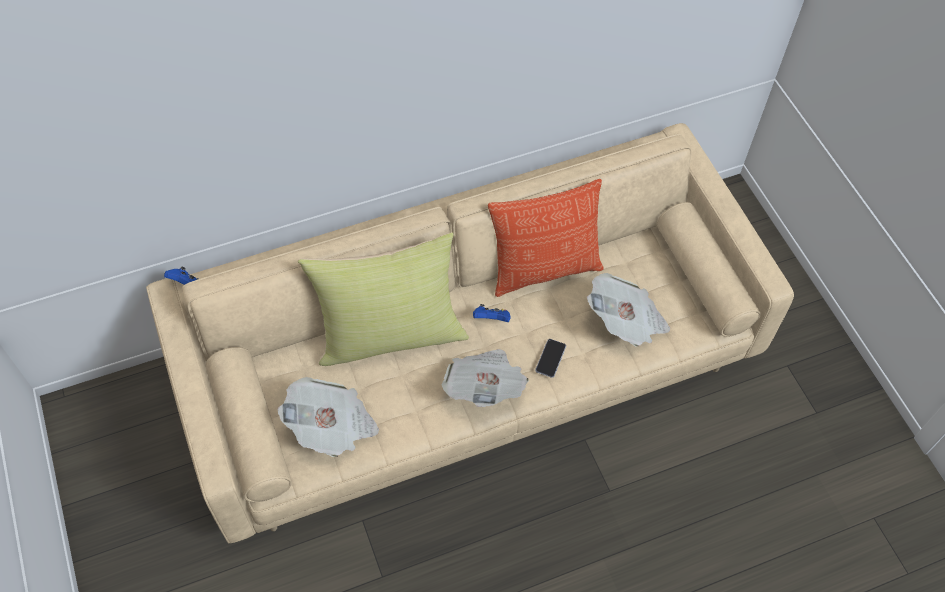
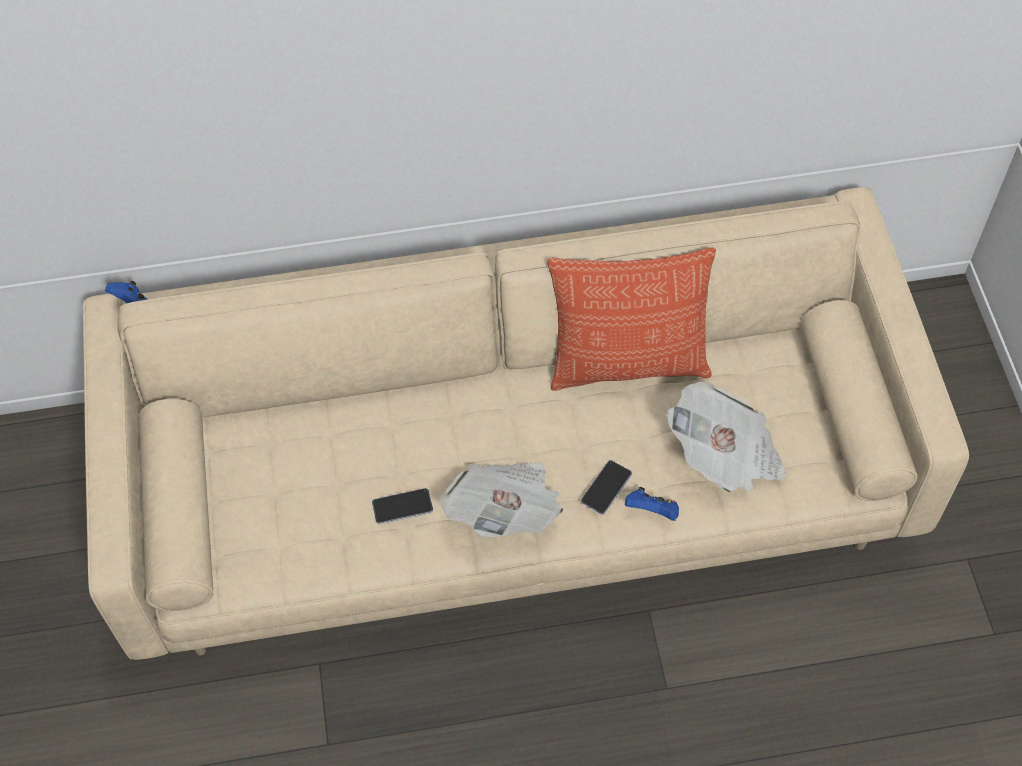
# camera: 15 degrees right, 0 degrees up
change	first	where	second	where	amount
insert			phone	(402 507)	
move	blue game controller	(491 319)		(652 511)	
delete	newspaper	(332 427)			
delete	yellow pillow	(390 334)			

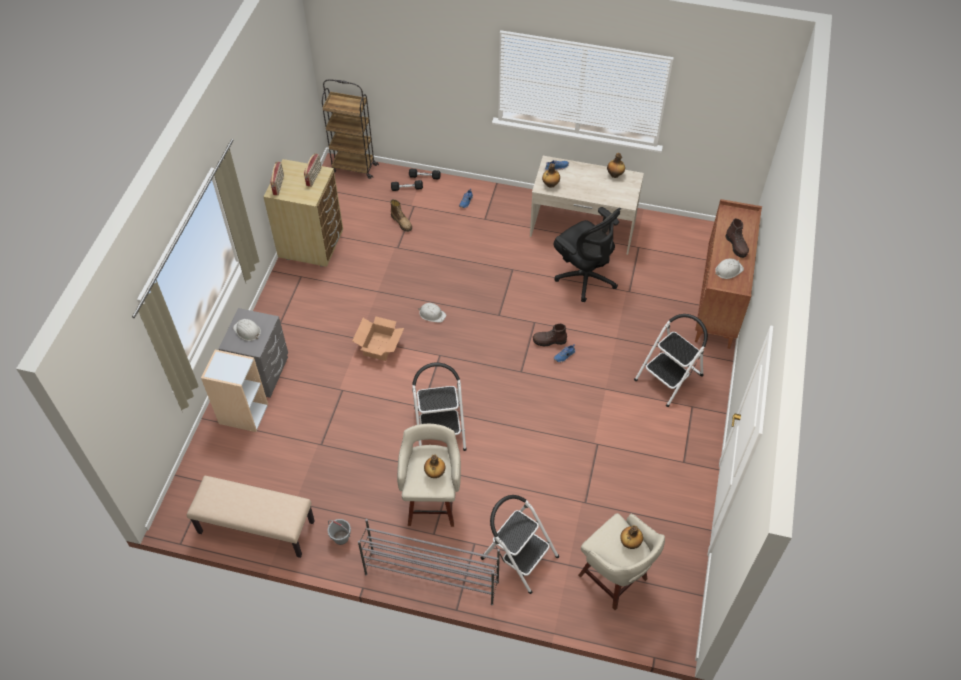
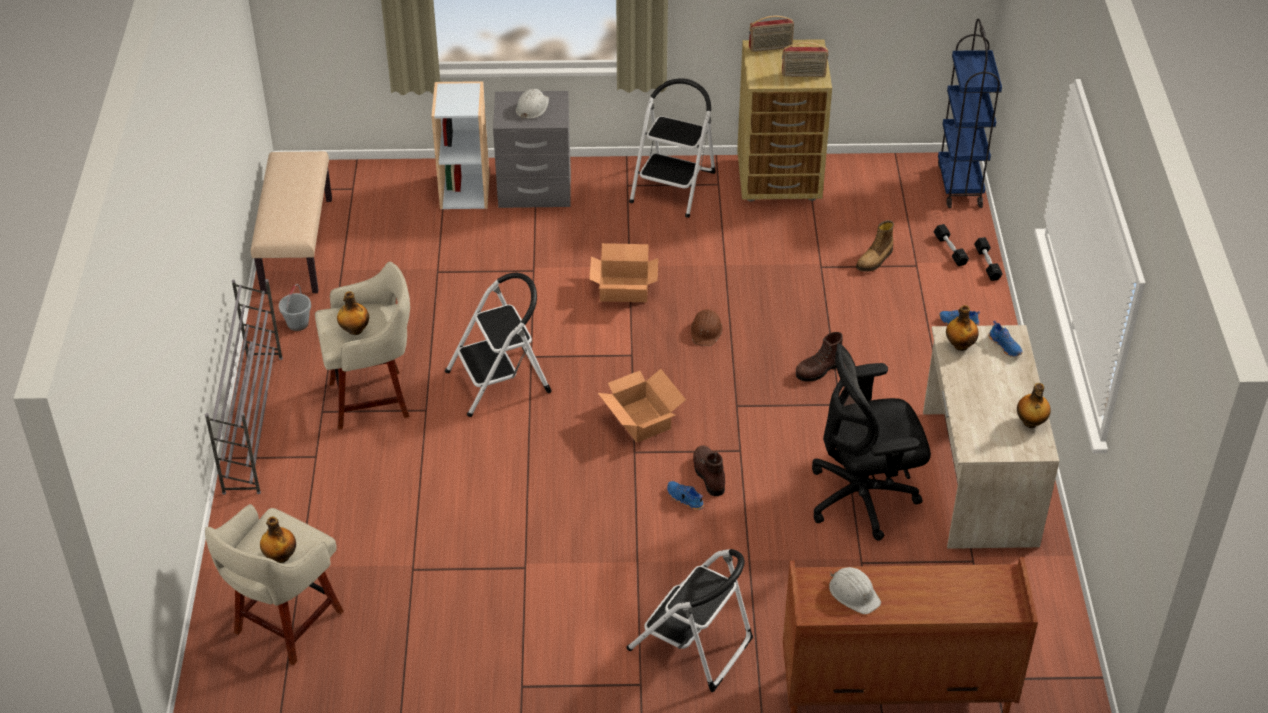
# camera: 75 degrees right, 10 degrees down
change	first	where	second	where	amount
insert			cardboard box	(641 420)	
move	step ladder	(517 556)		(674 186)	
recolor	white hard hat	(432 314)	brown hard hat	(706 331)	
move	brown boot	(736 246)		(819 370)	
rotate	black office chair	(582 276)		(867 494)	45 degrees clockwise
recolor	brown cart	(354 168)	blue cart	(960 186)	

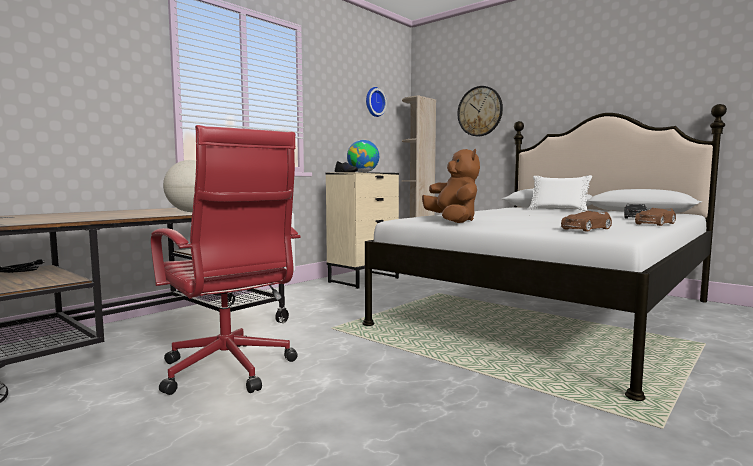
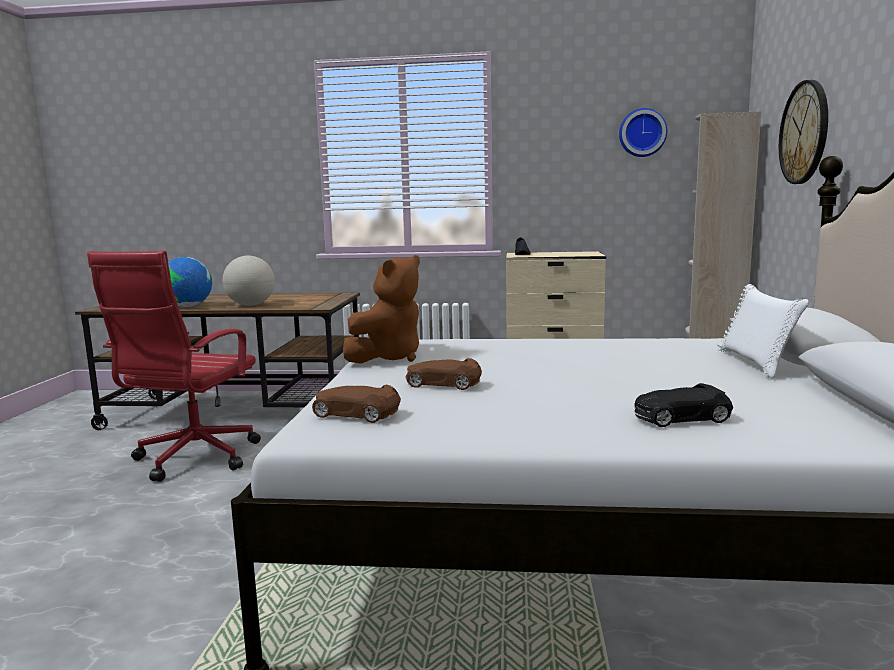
# camera: 55 degrees right, 5 degrees up
change	first	where	second	where	amount
move	globe	(363 172)		(188 306)	
move	brown toy car	(655 224)		(443 384)	

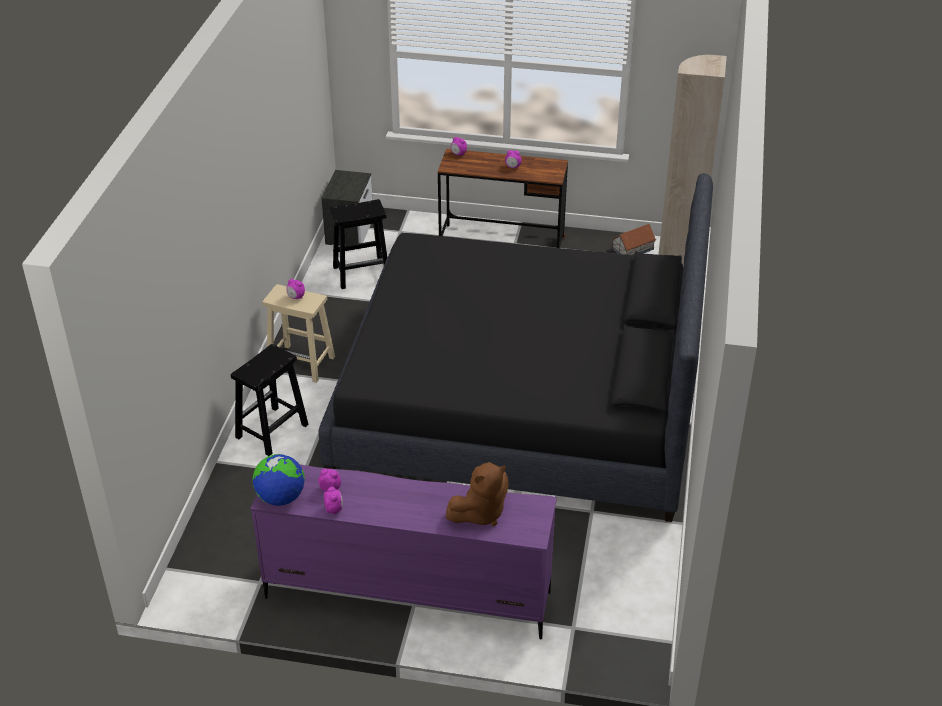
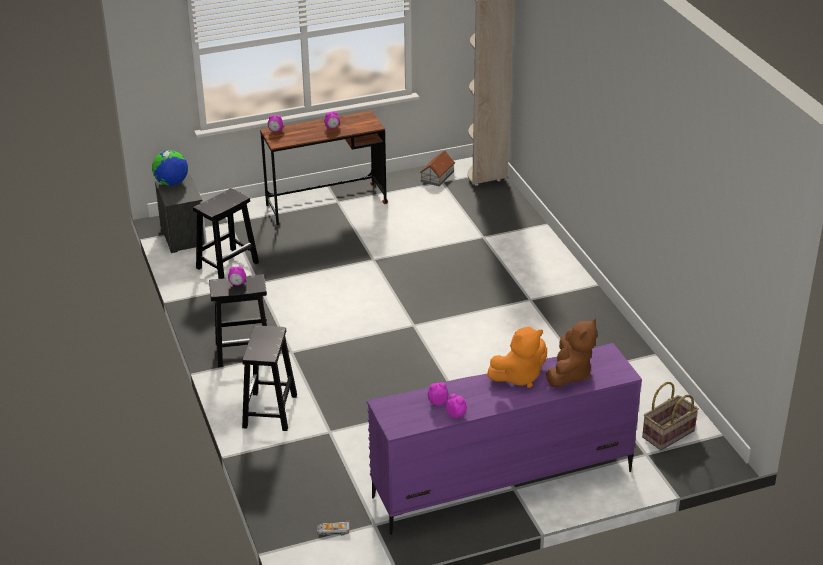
# camera: 30 degrees left, 5 degrees down
change	first	where	second	where	amount
move	globe	(281 498)		(171 183)	
recolor	beige stool	(302 363)	black stool	(244 351)	
insert			toy car	(333 530)	
insert			orange plush toy	(519 376)	
insert			basket	(668 434)	
delete	black bed	(520 401)			

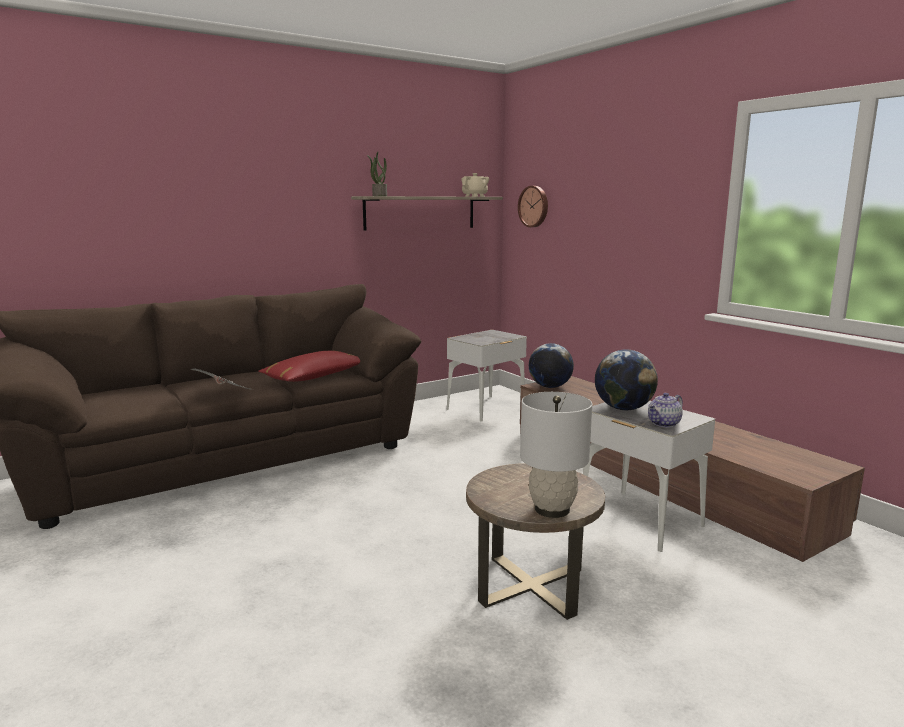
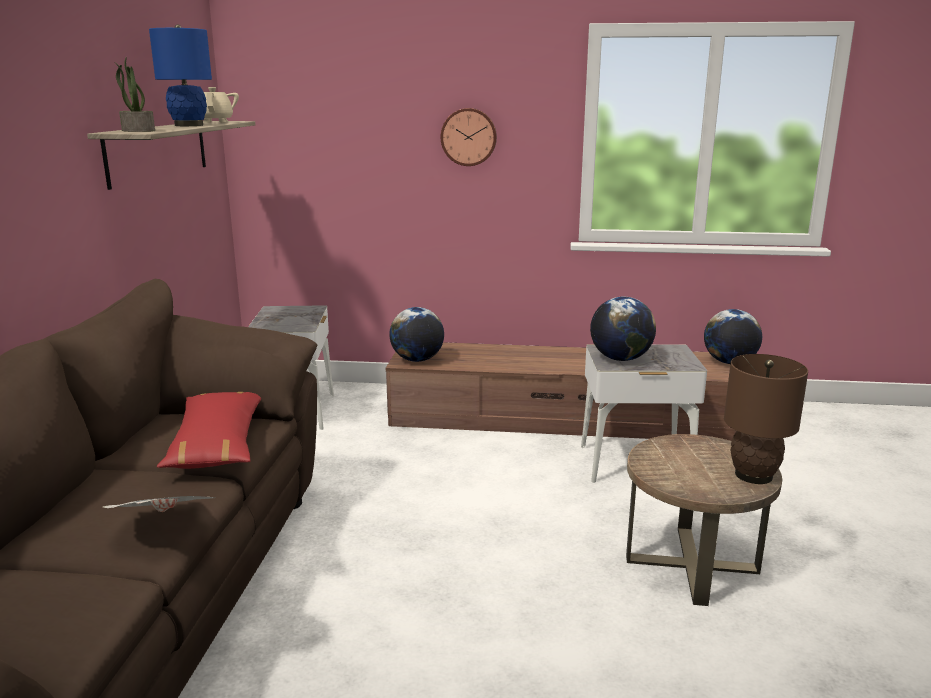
# camera: 50 degrees left, 5 degrees up
change	first	where	second	where	amount
insert			blue table lamp	(188 125)	
move	wall clock	(534 206)		(469 137)	
insert			globe	(729 362)	
recolor	white table lamp	(552 509)	brown table lamp	(753 475)	
delete	teapot	(664 424)			

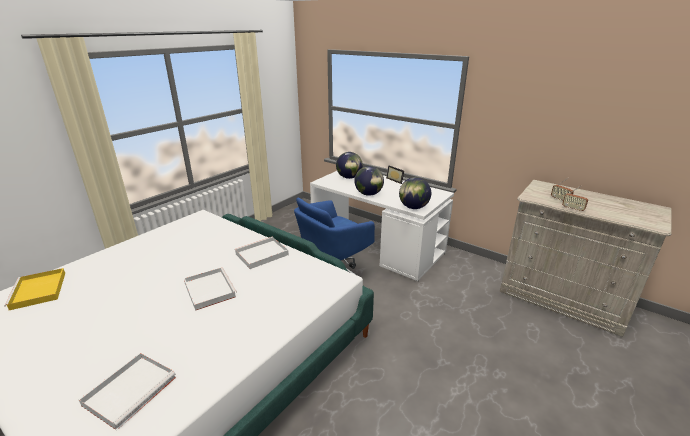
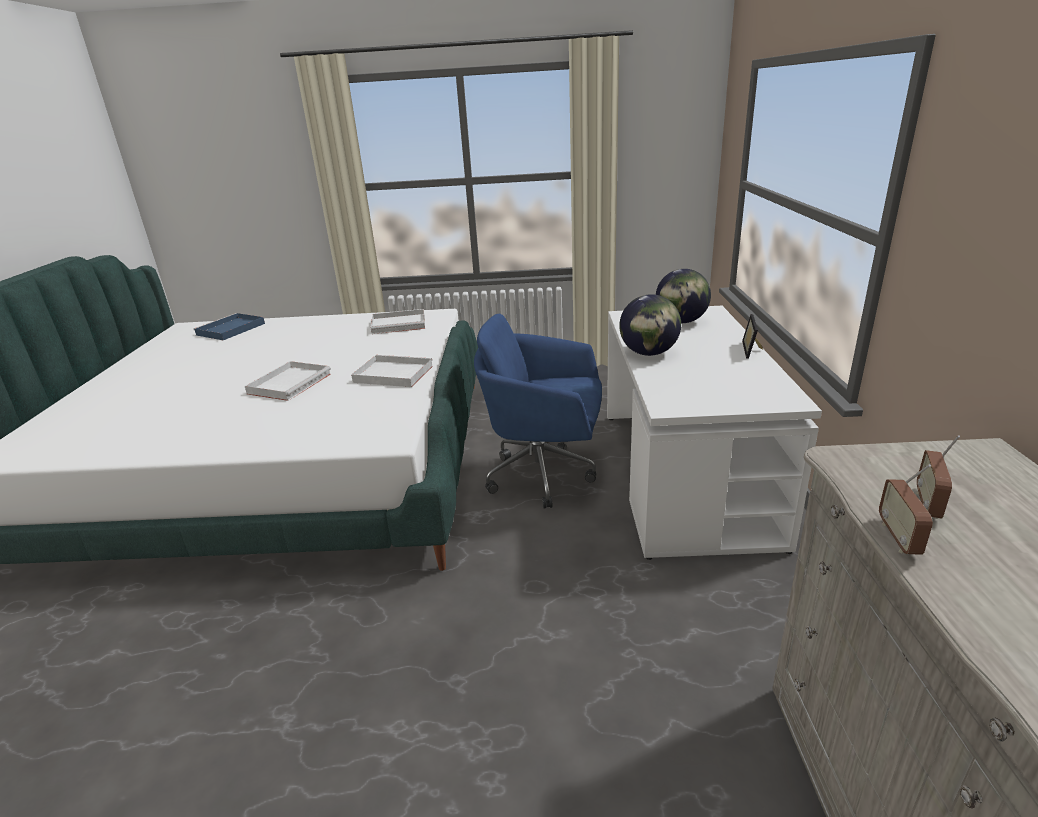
# camera: 55 degrees right, 0 degrees up
change	first	where	second	where	amount
recolor	yellow tray	(39 291)	blue tray	(230 329)	
move	white tray	(131 389)		(400 324)	
delete	globe	(413 207)			

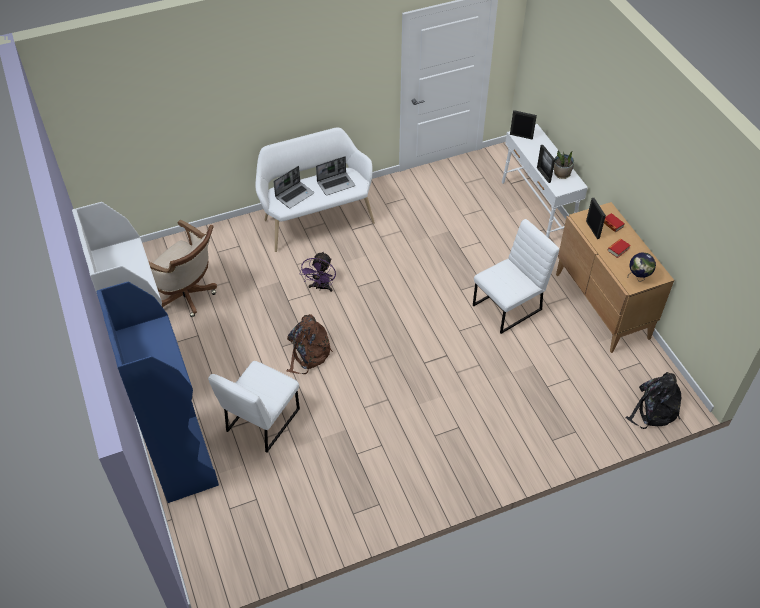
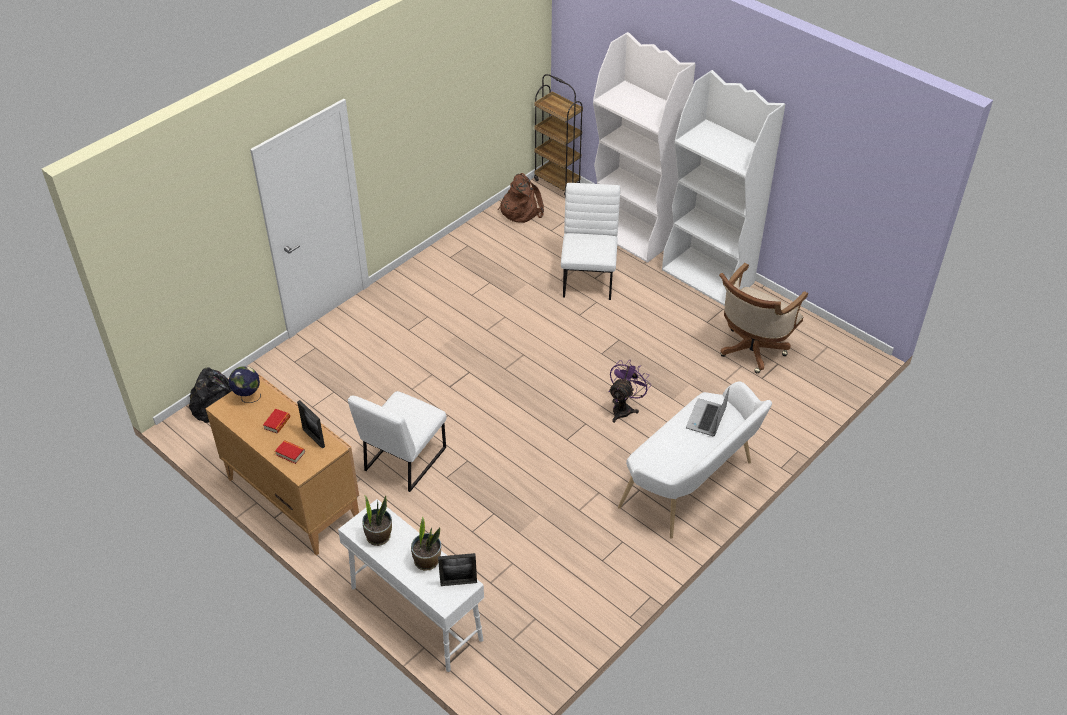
# camera: 155 degrees right, 5 degrees down
change	first	where	second	where	amount
insert			potted plant	(427 561)	
move	brown backpack	(308 354)		(520 210)	
insert			brown cart	(558 184)	
recolor	blue bookcase	(181 458)	white bookcase	(632 235)	
rotate	purple fan	(321 287)		(624 408)	45 degrees clockwise
rotate	office chair	(188 297)		(751 351)	60 degrees counterclockwise
delete	laptop	(336 184)			
delete	picture frame	(543 175)			

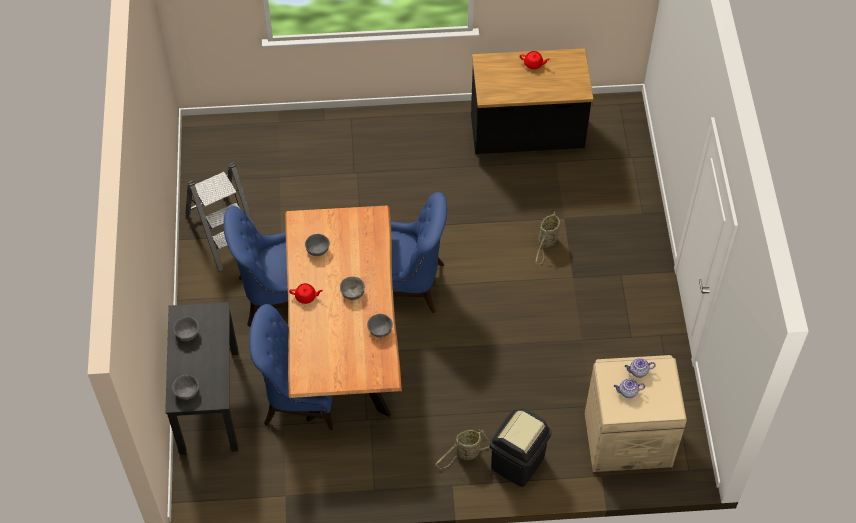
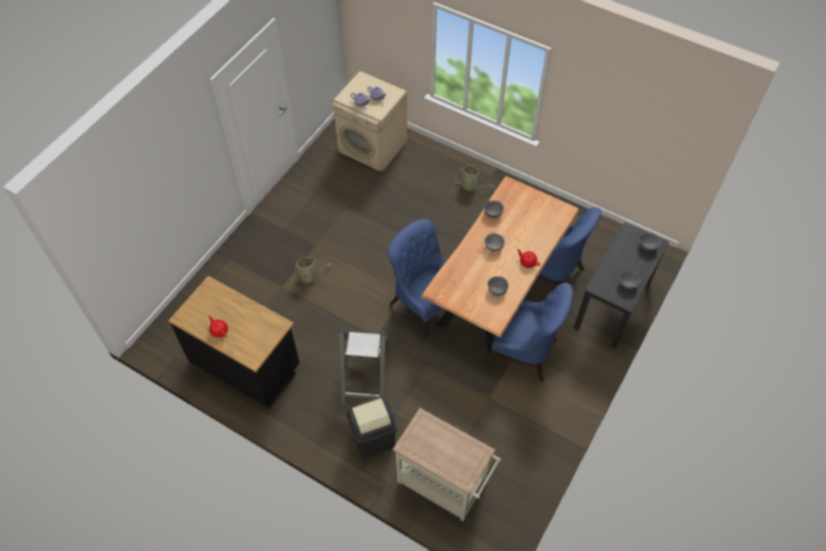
# camera: 145 degrees left, 0 degrees up
change	first	where	second	where	amount
move	grey step ladder	(223 232)		(366 376)	
move	black trash can	(518 463)		(373 438)	
insert			beige cart	(444 486)	

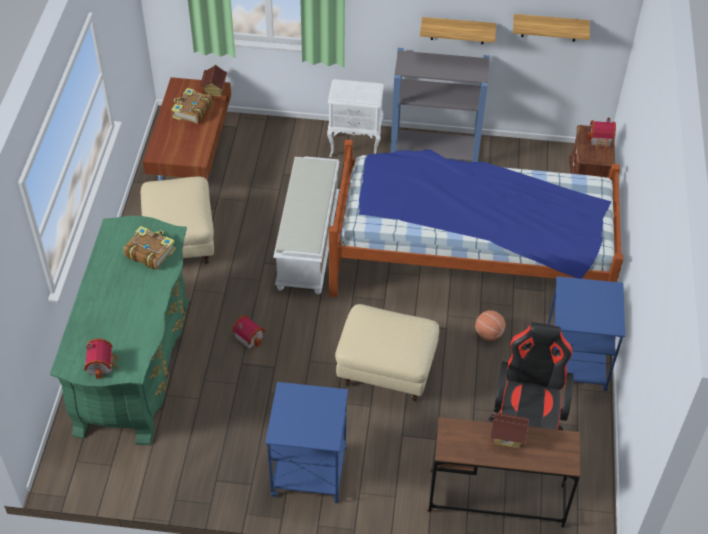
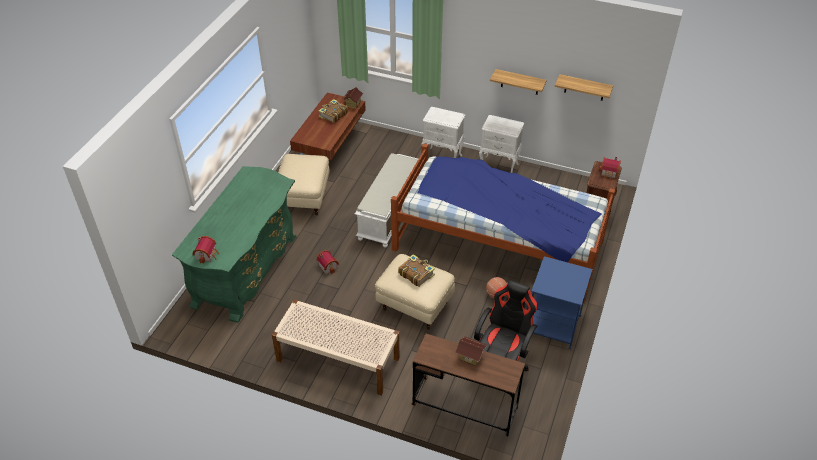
# camera: 15 degrees right, 5 degrees down
change	first	where	second	where	amount
replace	blue cart	(308 470)	beige bench	(338 360)	
move	book	(150 252)		(416 274)	
replace	grey bookcase	(435 147)	white nightstand	(499 167)	

